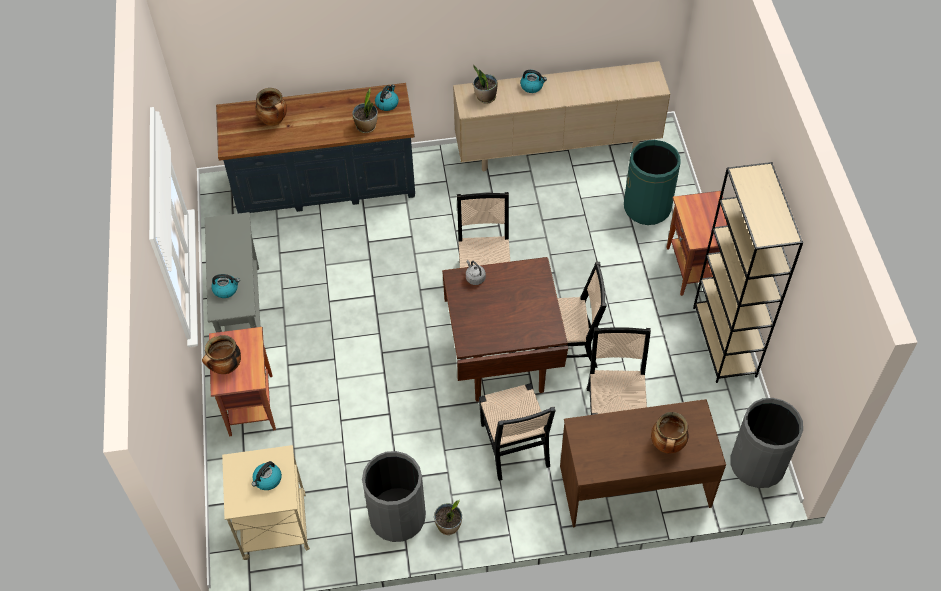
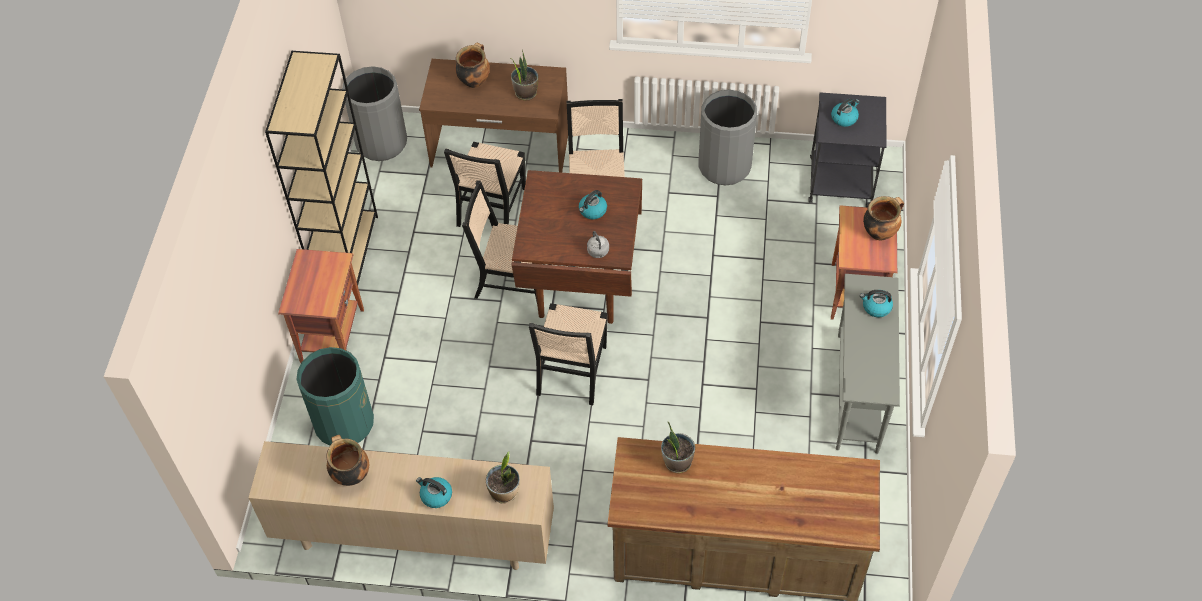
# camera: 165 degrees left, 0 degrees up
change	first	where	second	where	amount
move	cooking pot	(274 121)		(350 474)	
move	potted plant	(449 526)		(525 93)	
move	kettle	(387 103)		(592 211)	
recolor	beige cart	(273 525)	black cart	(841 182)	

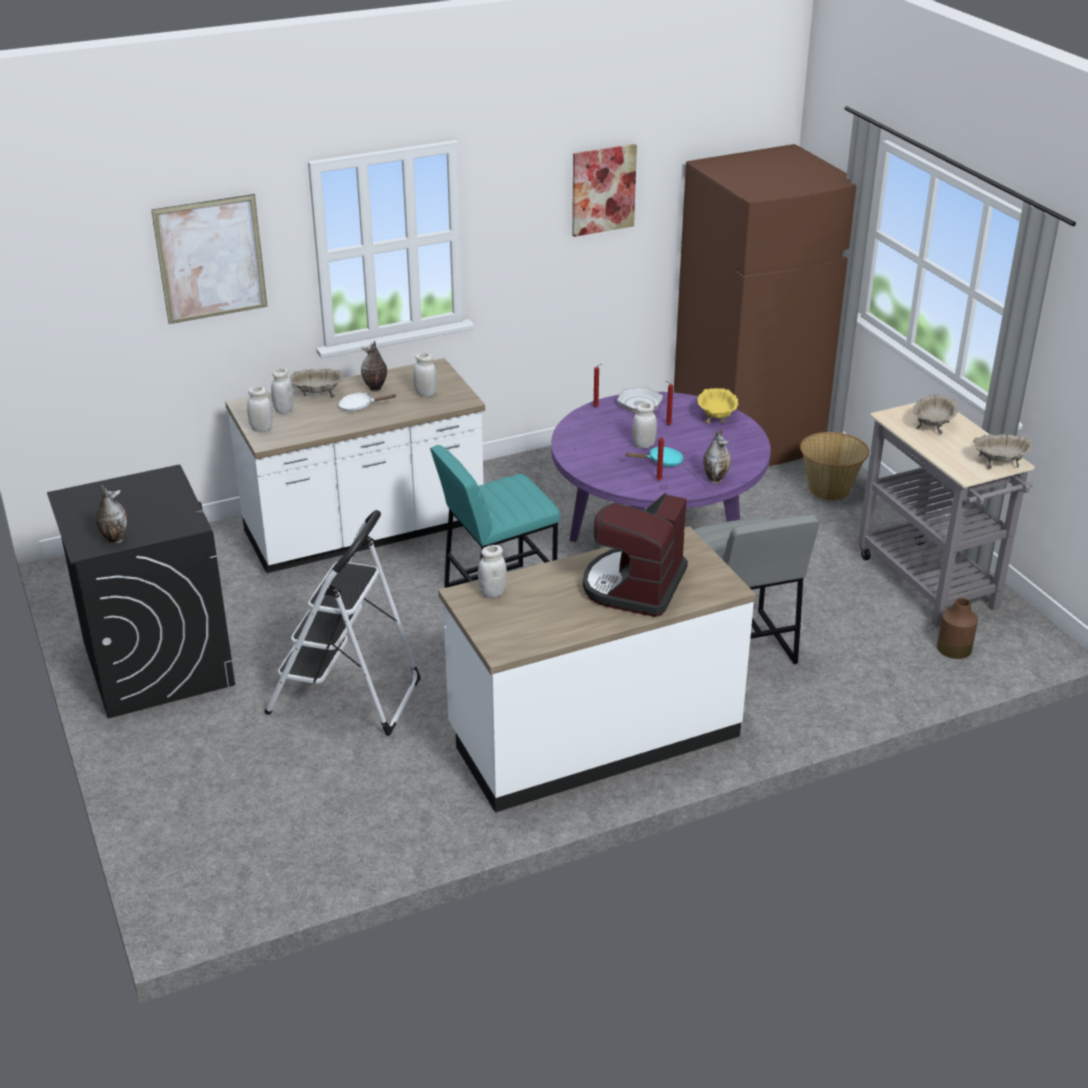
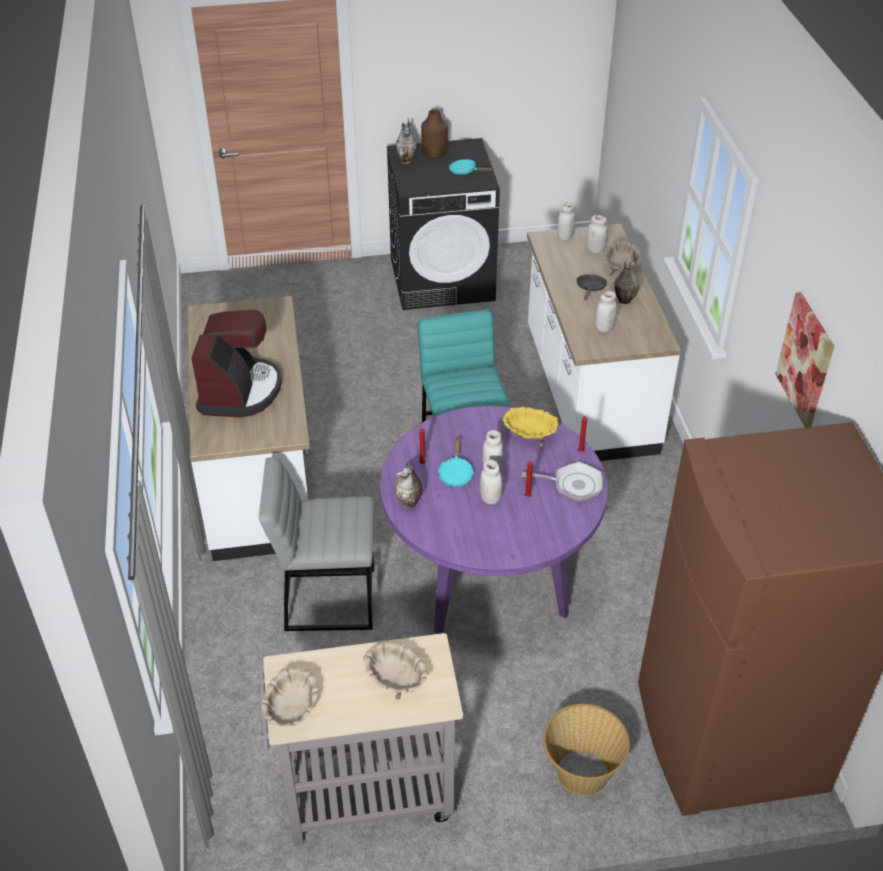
# camera: 105 degrees right, 10 degrees up
change	first	where	second	where	amount
rotate	coffee machine	(634 586)		(239 391)	60 degrees clockwise
move	brown vase	(953 648)		(434 151)	
insert			turquoise frying pan	(465 171)	
move	white jar	(492 593)		(490 498)	
move	yellow bowl	(717 417)		(529 435)	
recolor	white frying pan	(360 406)	black frying pan	(590 289)	
delete	picture	(211 259)			
delete	step ladder	(347 697)			

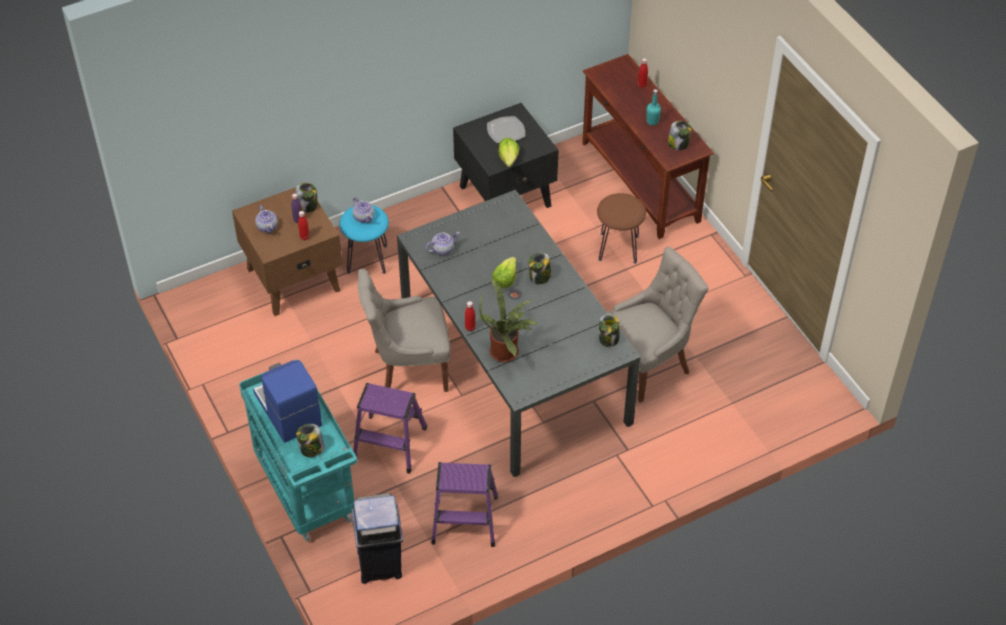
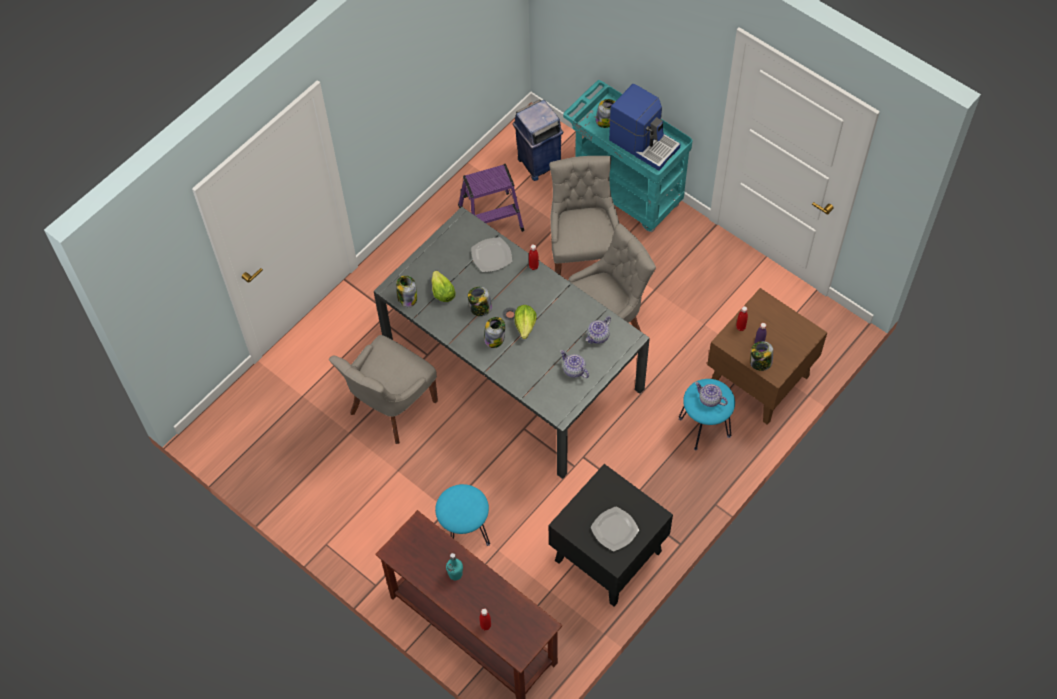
# camera: 160 degrees right, 10 degrees up
change	first	where	second	where	amount
move	lettuce	(509 158)		(442 292)	
recolor	brown stool	(618 248)	turquoise stool	(465 532)	
move	jar	(678 144)		(480 308)	
replace	potted plant	(507 351)	plate	(491 255)	
replace	purple step ladder	(389 443)	grey chair	(583 257)	
move	teapot	(267 227)		(573 370)	

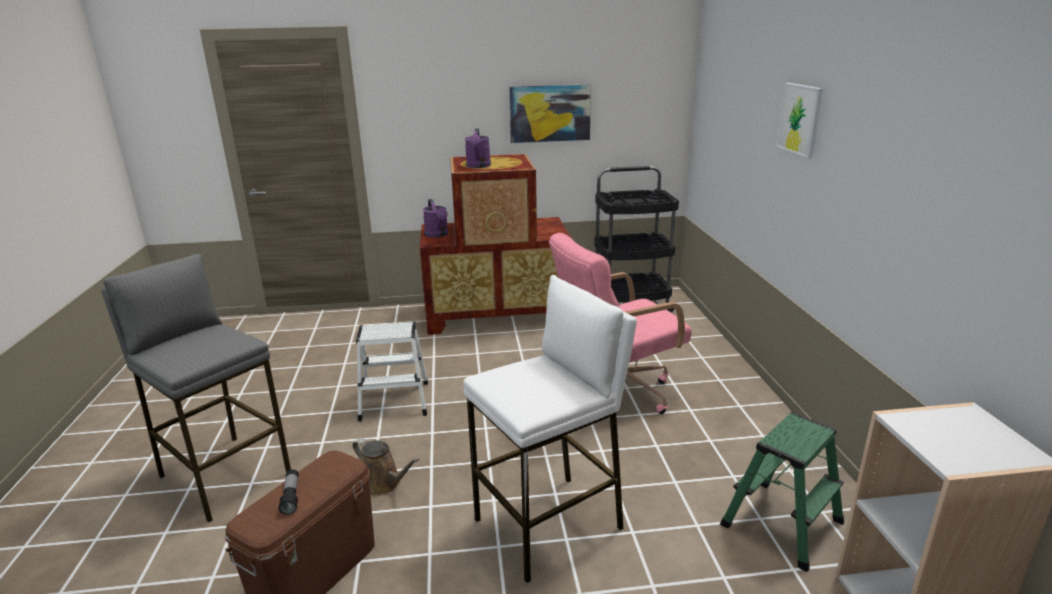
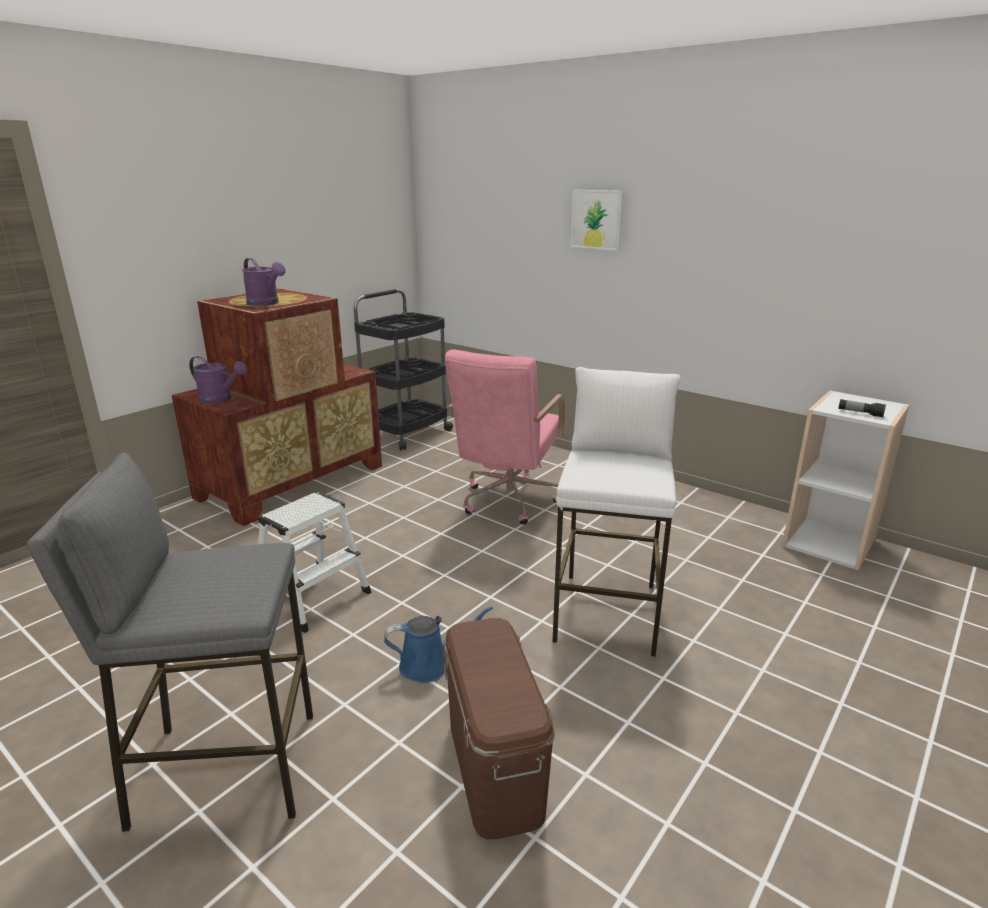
# camera: 45 degrees left, 0 degrees up
change	first	where	second	where	amount
recolor	brown watering can	(383 484)	blue watering can	(430 665)	
move	flashlight	(291 497)		(860 413)	
delete	picture	(550 113)			
delete	green step ladder	(781 523)			

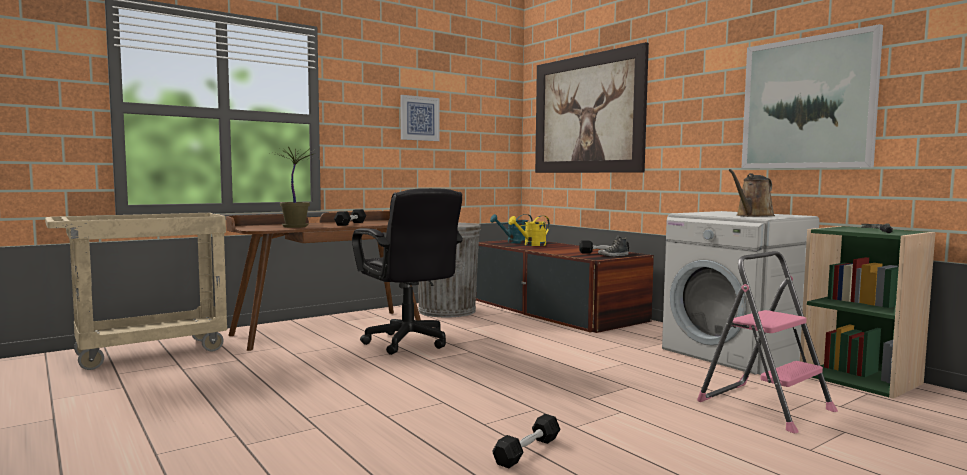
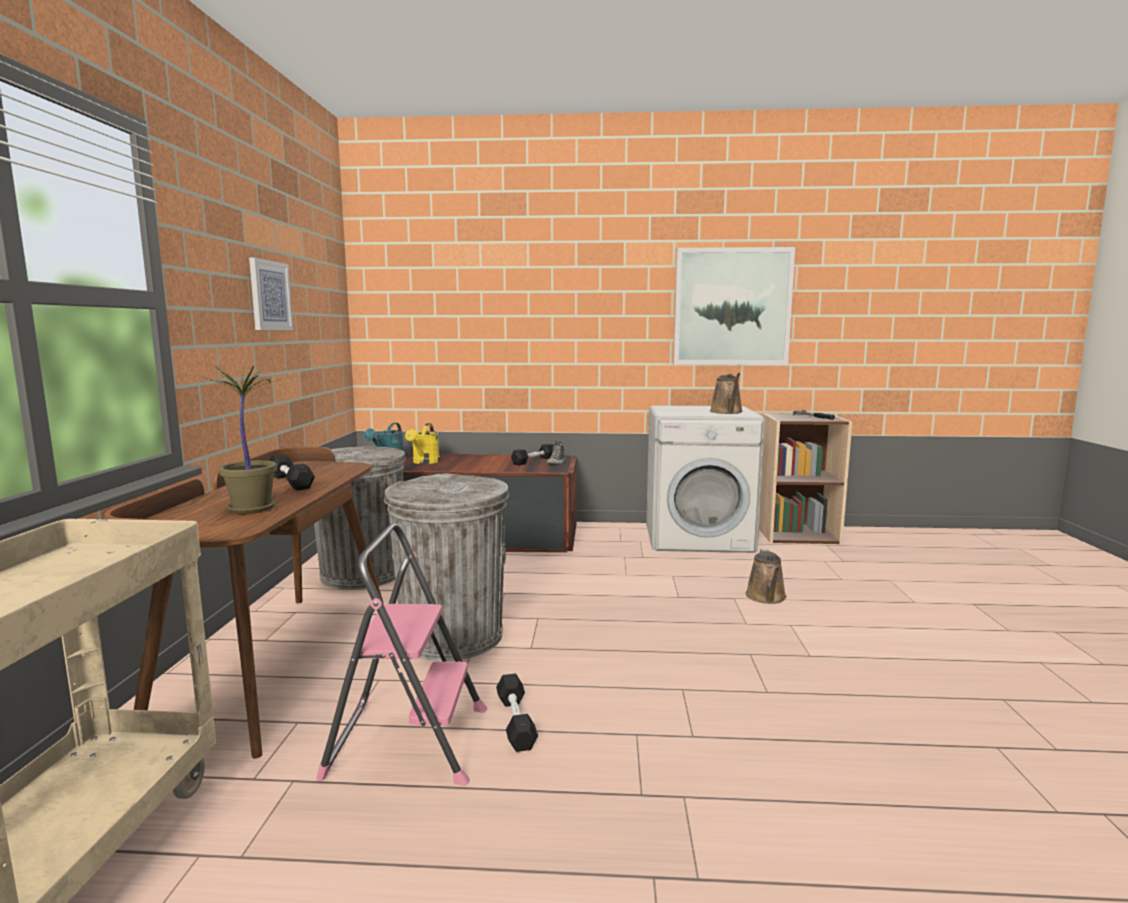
# camera: 50 degrees left, 5 degrees up
change	first	where	second	where	amount
move	pink step ladder	(761 404)		(401 740)	
replace	black office chair	(410 344)	grey trash can	(452 636)	
move	black dumbbell	(527 451)		(516 722)	
insert			brown watering can	(766 597)	
recolor	green bookcase	(861 378)	brown bookcase	(798 534)	
delete	picture	(587 114)			

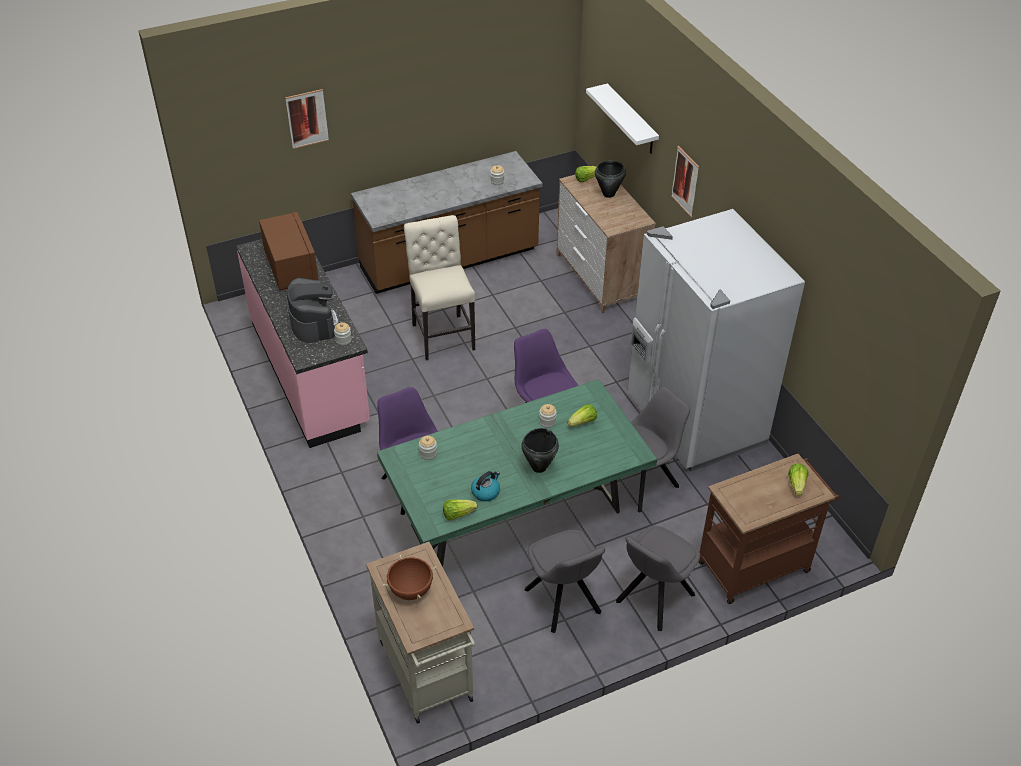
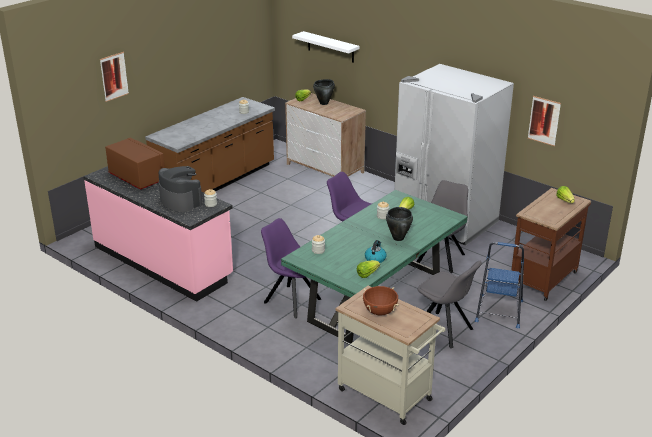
# camera: 25 degrees left, 15 degrees down
change	first	where	second	where	amount
replace	grey chair	(654 598)	blue step ladder	(499 311)	
move	picture	(685 181)		(544 120)	
delete	beige stool	(442 334)			

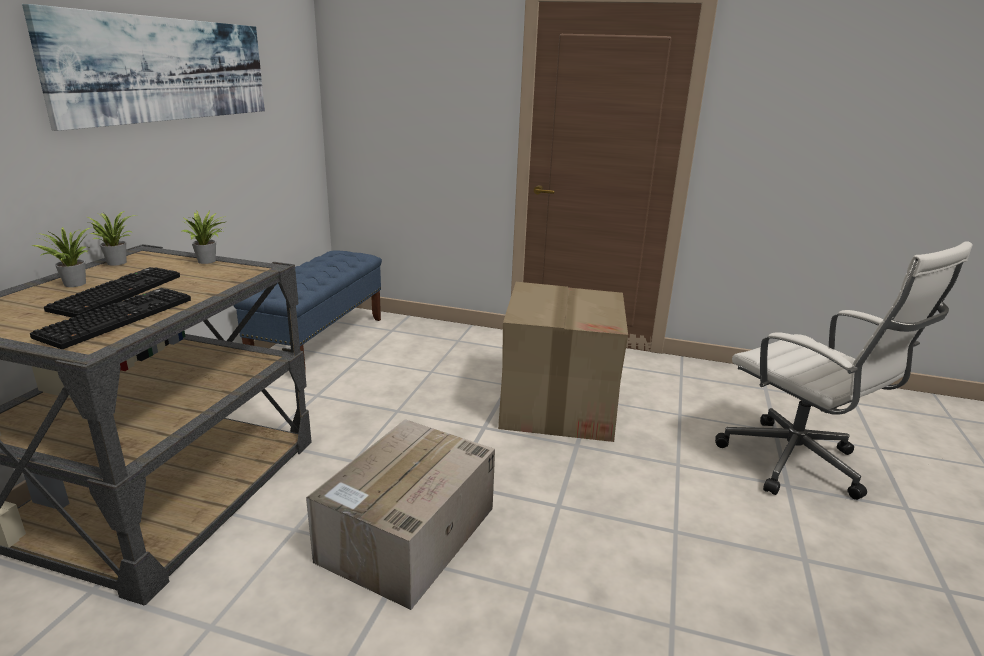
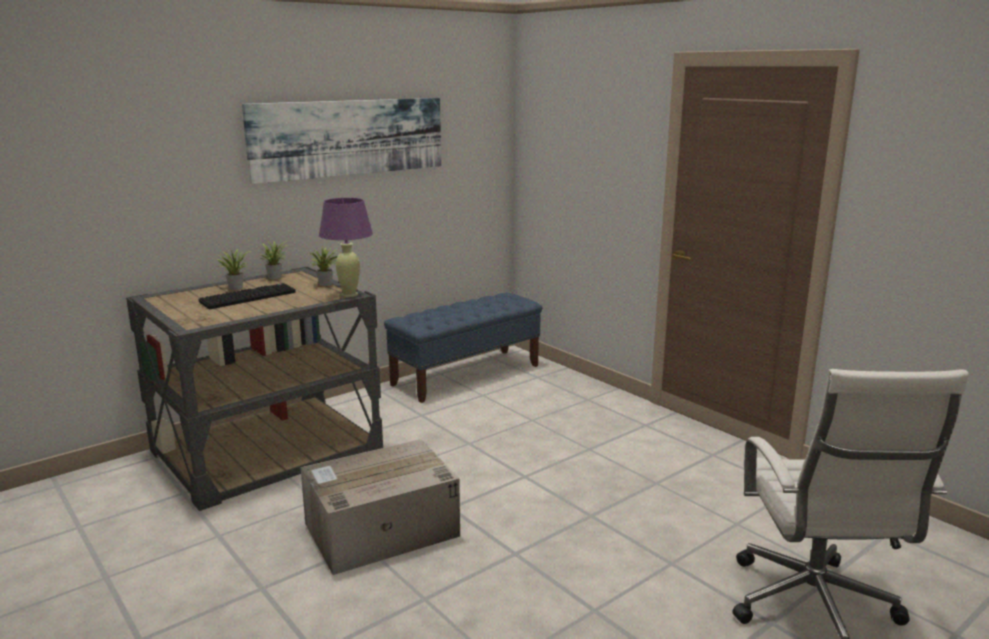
# camera: 35 degrees right, 5 degrees down
change	first	where	second	where	amount
insert			purple table lamp	(349 294)	
delete	keyboard	(117 317)			
delete	cardboard box	(558 405)			

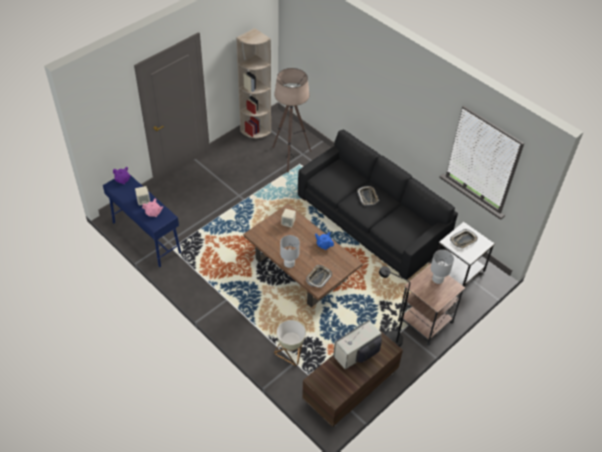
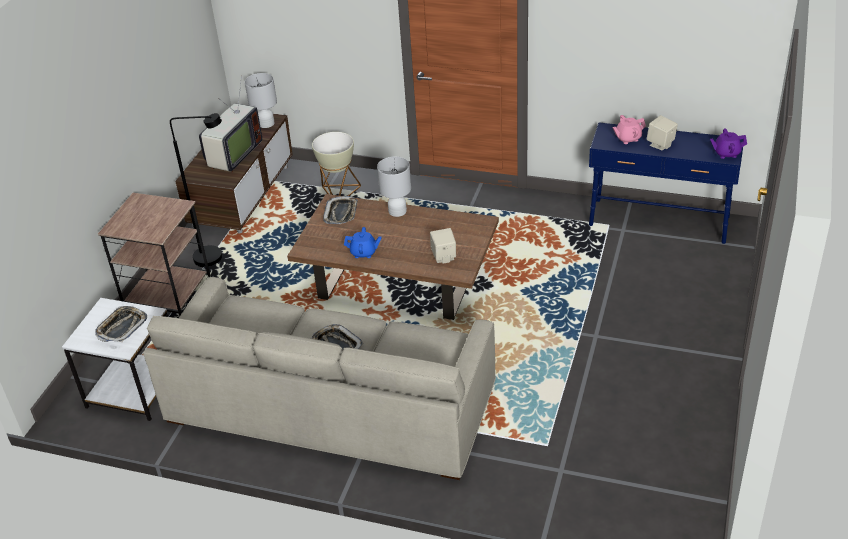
# camera: 155 degrees right, 10 degrees down
change	first	where	second	where	amount
recolor	black sofa	(371 220)	beige sofa	(331 402)	
move	grey table lamp	(438 279)		(266 123)	
delete	beige bookcase	(255 133)			
delete	floor lamp	(290 156)			

